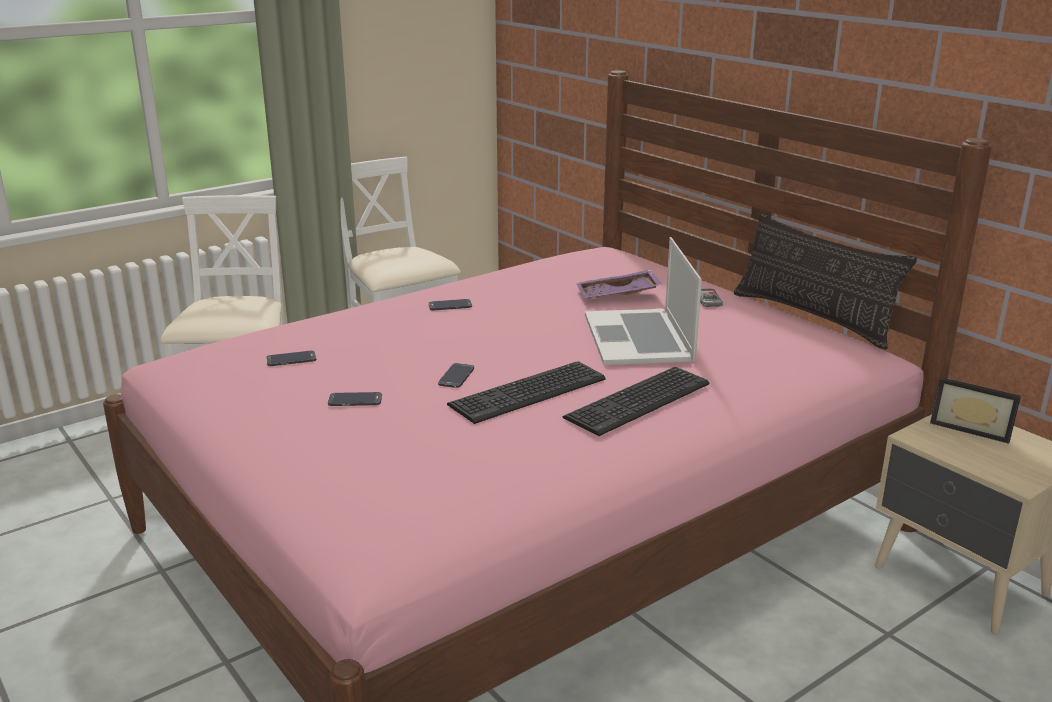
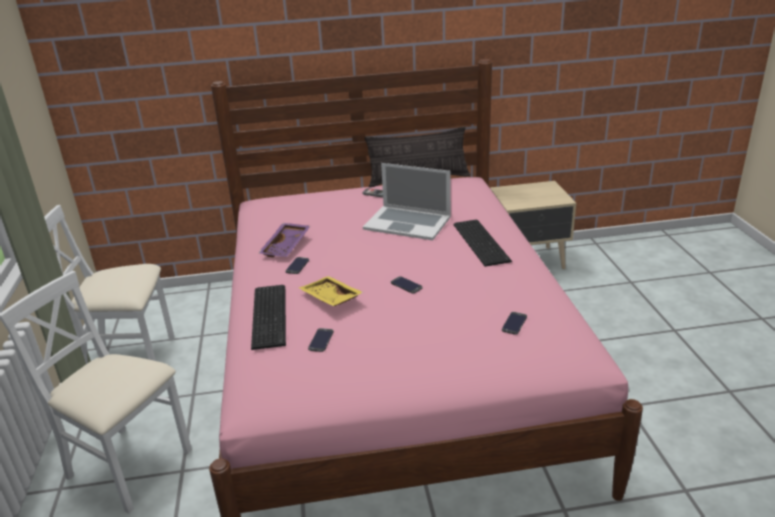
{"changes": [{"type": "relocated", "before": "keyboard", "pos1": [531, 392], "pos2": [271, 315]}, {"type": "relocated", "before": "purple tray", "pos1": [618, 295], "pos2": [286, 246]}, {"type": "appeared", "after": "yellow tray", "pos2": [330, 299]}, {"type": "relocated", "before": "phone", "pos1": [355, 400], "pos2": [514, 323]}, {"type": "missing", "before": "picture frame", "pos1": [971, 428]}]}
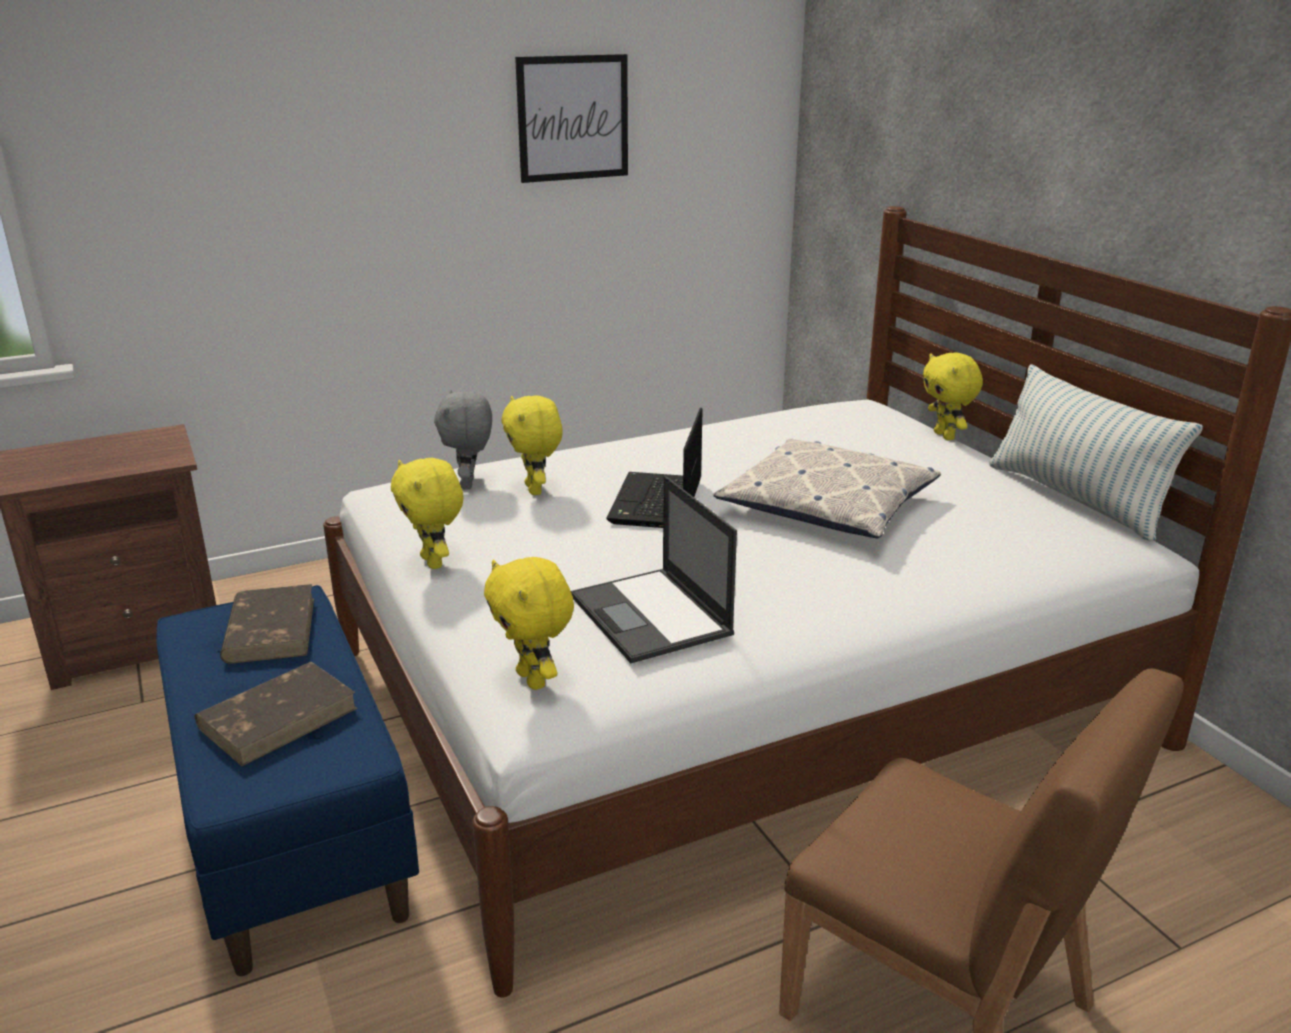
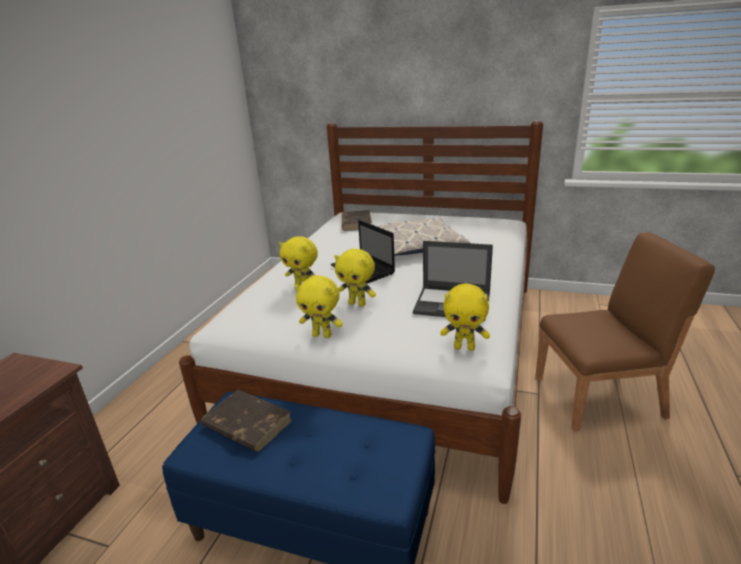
{"changes": [{"type": "relocated", "before": "yellow plush toy", "pos1": [945, 436], "pos2": [357, 304]}, {"type": "relocated", "before": "brown book", "pos1": [279, 717], "pos2": [356, 223]}, {"type": "missing", "before": "grey plush toy", "pos1": [469, 484]}, {"type": "missing", "before": "picture", "pos1": [573, 118]}, {"type": "missing", "before": "pillow", "pos1": [1076, 498]}]}
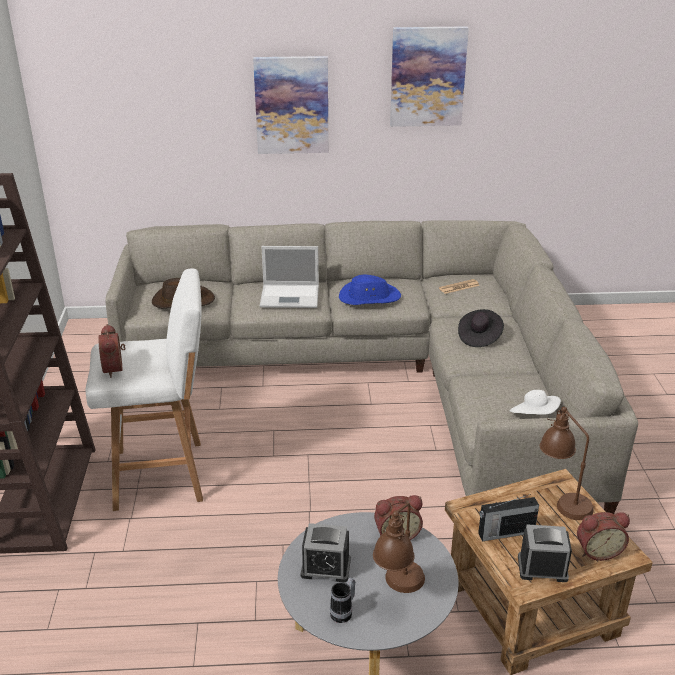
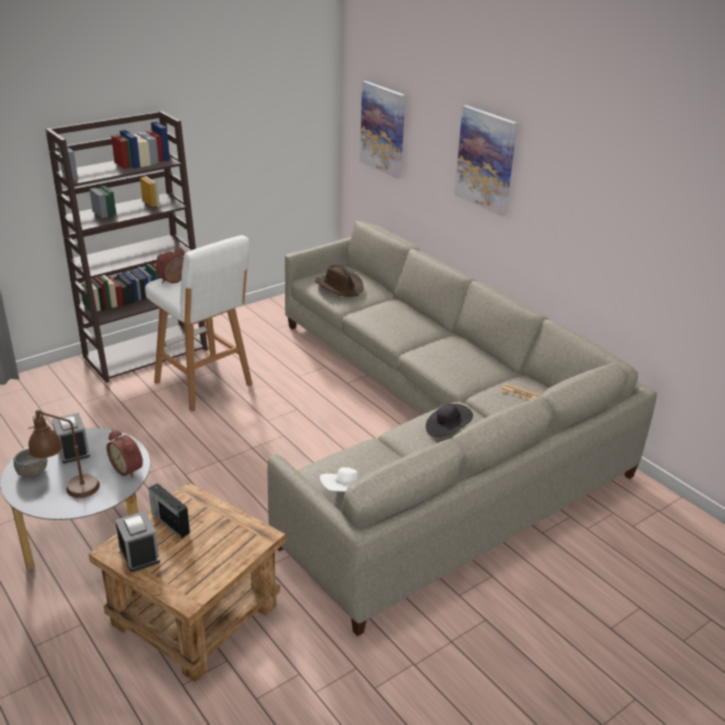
{"changes": [{"type": "exchanged", "before": "mug", "after": "grey bowl", "pos1": [344, 612], "pos2": [32, 472]}, {"type": "relocated", "before": "picture", "pos1": [427, 77], "pos2": [383, 129]}, {"type": "missing", "before": "laptop", "pos1": [291, 296]}, {"type": "missing", "before": "blue hat", "pos1": [369, 297]}, {"type": "missing", "before": "brown table lamp", "pos1": [561, 499]}, {"type": "missing", "before": "alarm clock", "pos1": [597, 550]}]}
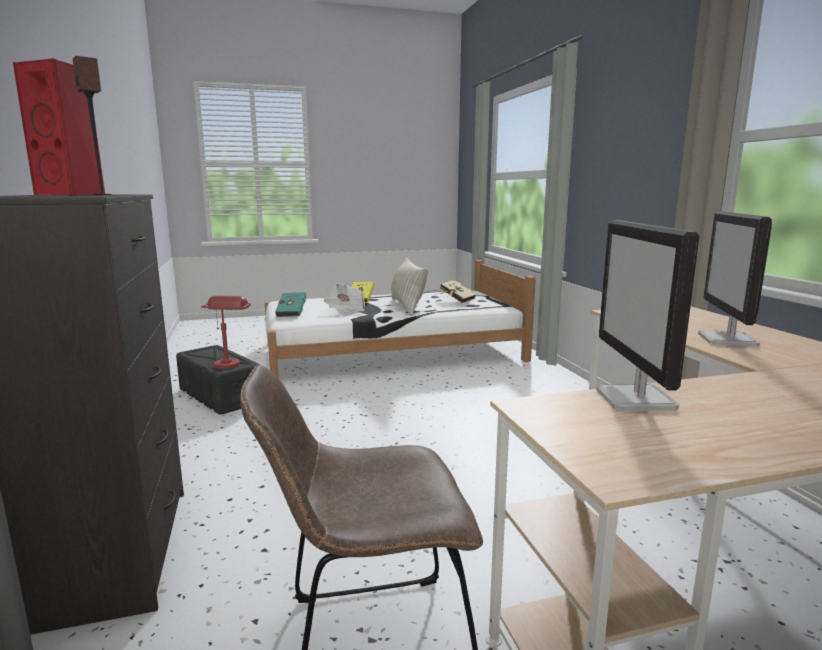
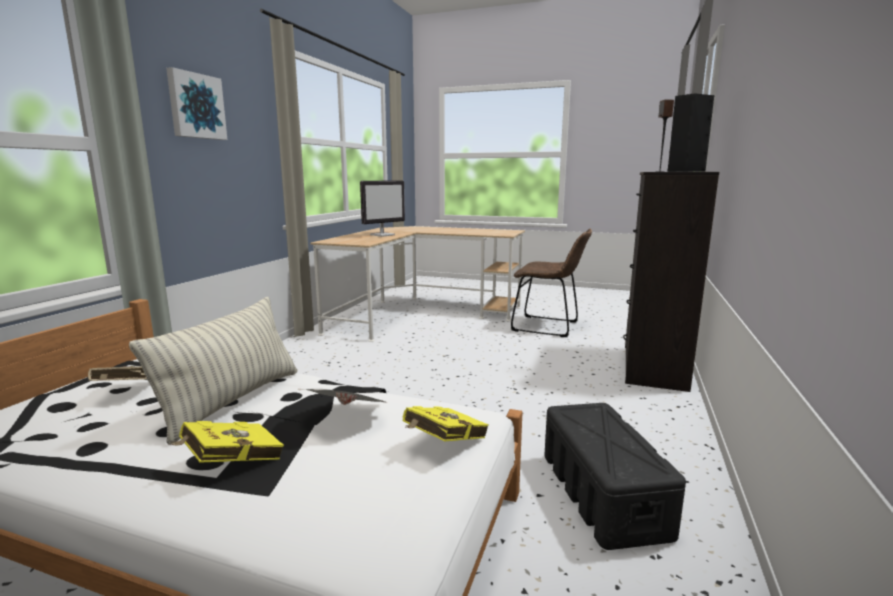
{"changes": [{"type": "appeared", "after": "picture", "pos2": [196, 106]}, {"type": "colour", "before": "turquoise book", "after": "yellow book", "pos1": [292, 313], "pos2": [443, 444]}, {"type": "colour", "before": "red speaker", "after": "black speaker", "pos1": [73, 194], "pos2": [683, 171]}, {"type": "missing", "before": "red table lamp", "pos1": [229, 362]}, {"type": "missing", "before": "monitor", "pos1": [636, 400]}]}
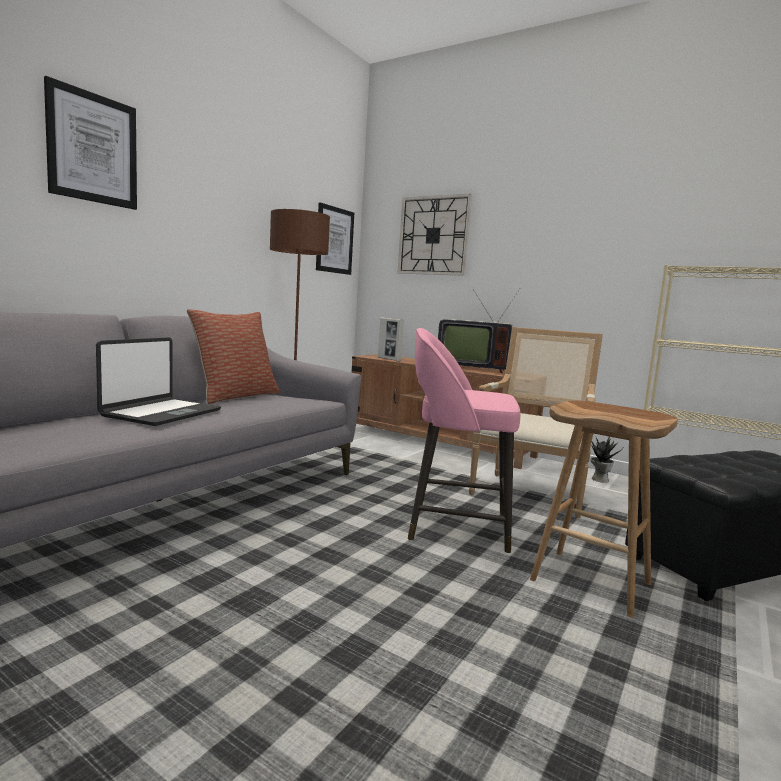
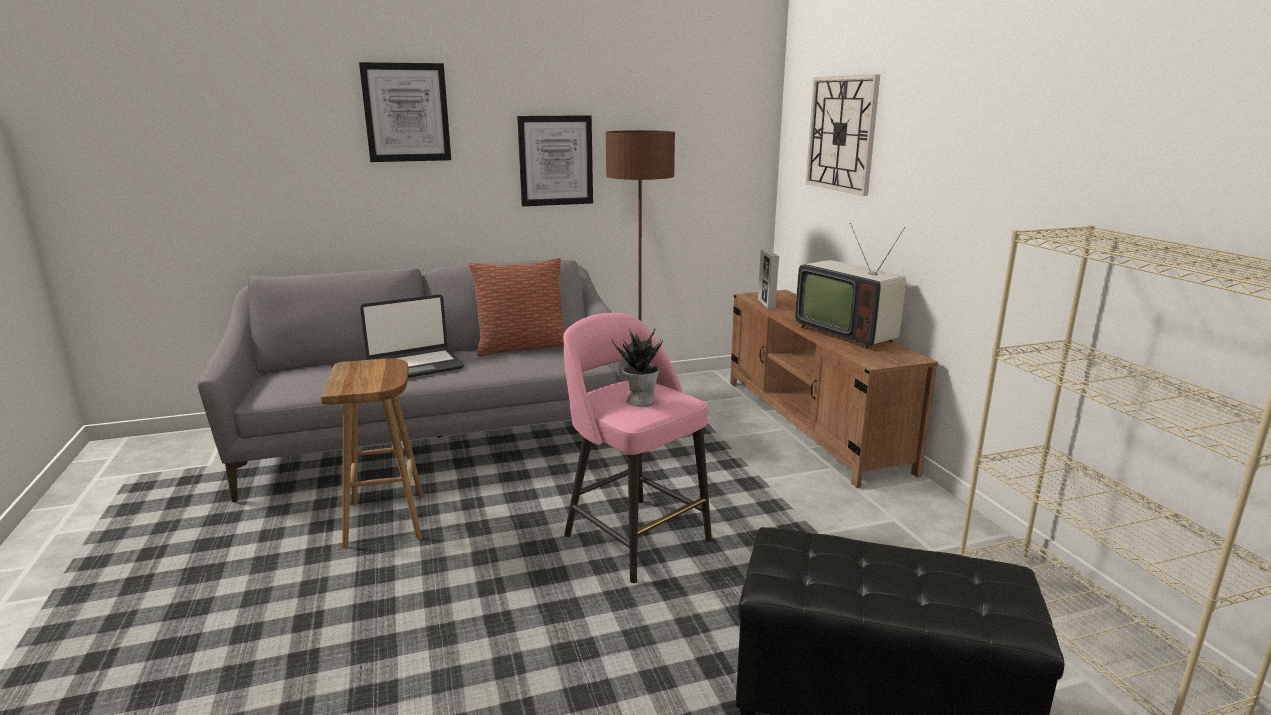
{"changes": [{"type": "relocated", "before": "brown stool", "pos1": [592, 583], "pos2": [386, 522]}, {"type": "relocated", "before": "picture", "pos1": [334, 240], "pos2": [556, 160]}, {"type": "relocated", "before": "potted plant", "pos1": [599, 479], "pos2": [640, 400]}, {"type": "missing", "before": "armchair", "pos1": [530, 492]}]}
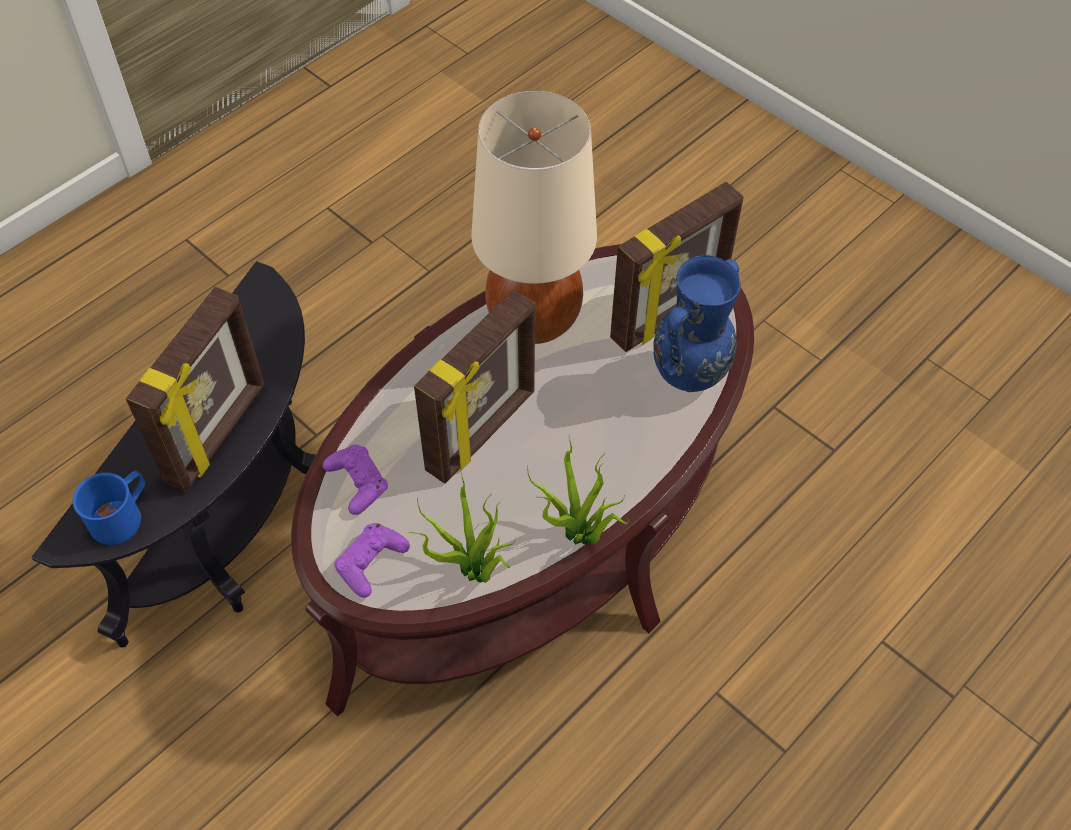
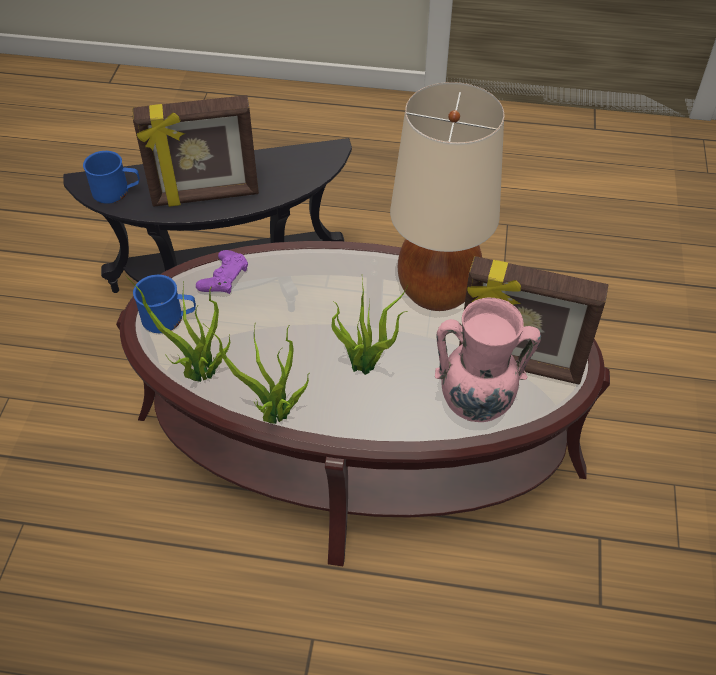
{"changes": [{"type": "exchanged", "before": "purple game controller", "after": "blue mug", "pos1": [371, 562], "pos2": [169, 318]}, {"type": "appeared", "after": "potted plant", "pos2": [367, 366]}, {"type": "colour", "before": "blue vase", "after": "pink vase", "pos1": [691, 374], "pos2": [477, 406]}, {"type": "missing", "before": "picture frame", "pos1": [483, 432]}]}
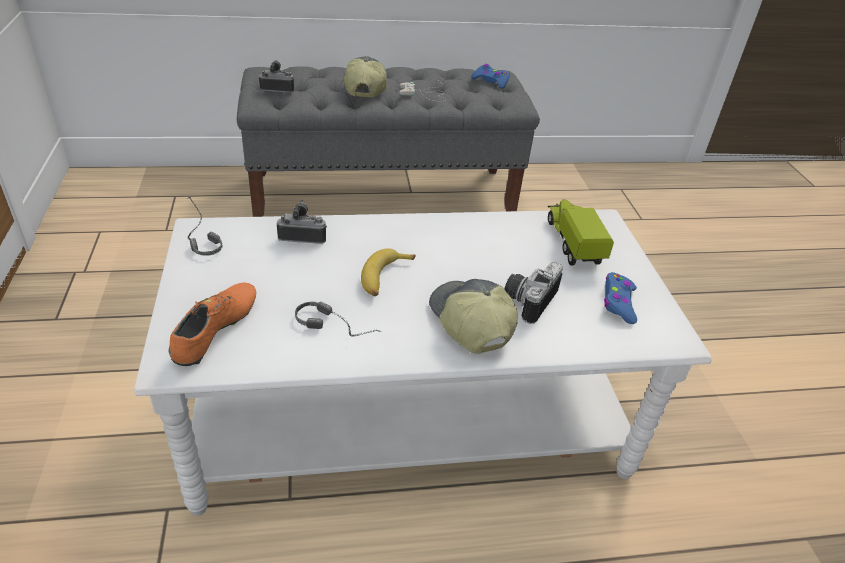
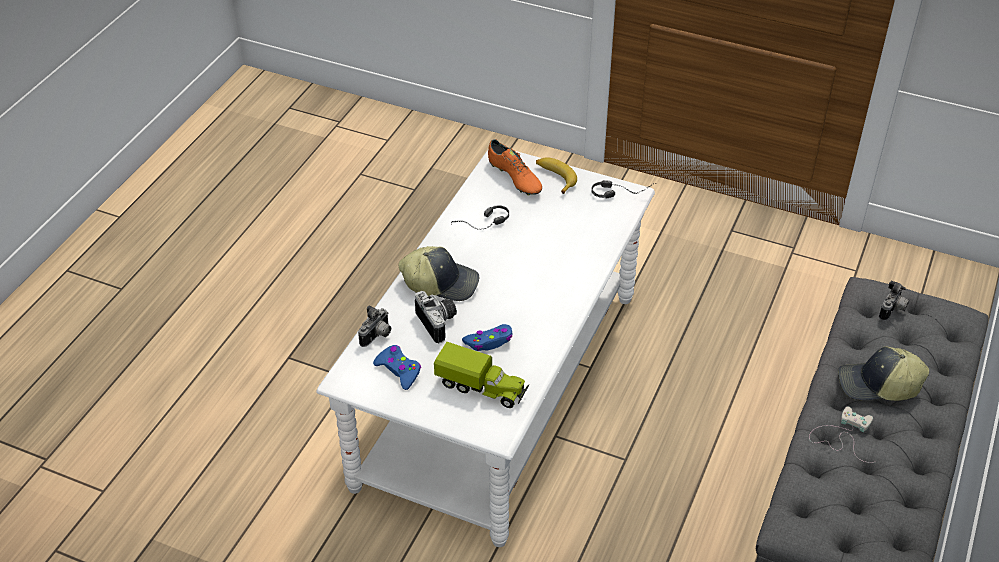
{"changes": [{"type": "relocated", "before": "photo camera", "pos1": [302, 237], "pos2": [377, 336]}, {"type": "relocated", "before": "blue game controller", "pos1": [491, 81], "pos2": [489, 342]}, {"type": "relocated", "before": "banana", "pos1": [384, 278], "pos2": [555, 178]}, {"type": "spun", "before": "cap", "pos1": [364, 88], "pos2": [878, 386], "turn": 150}]}
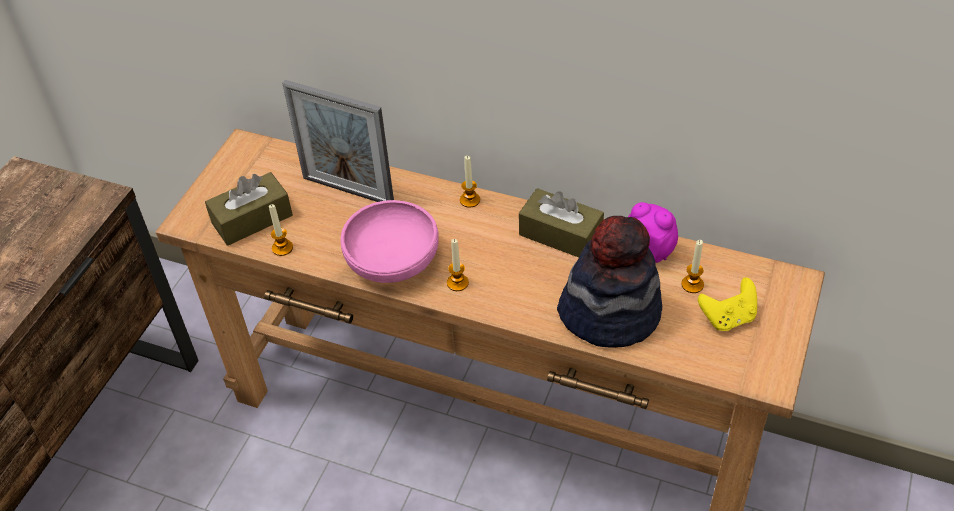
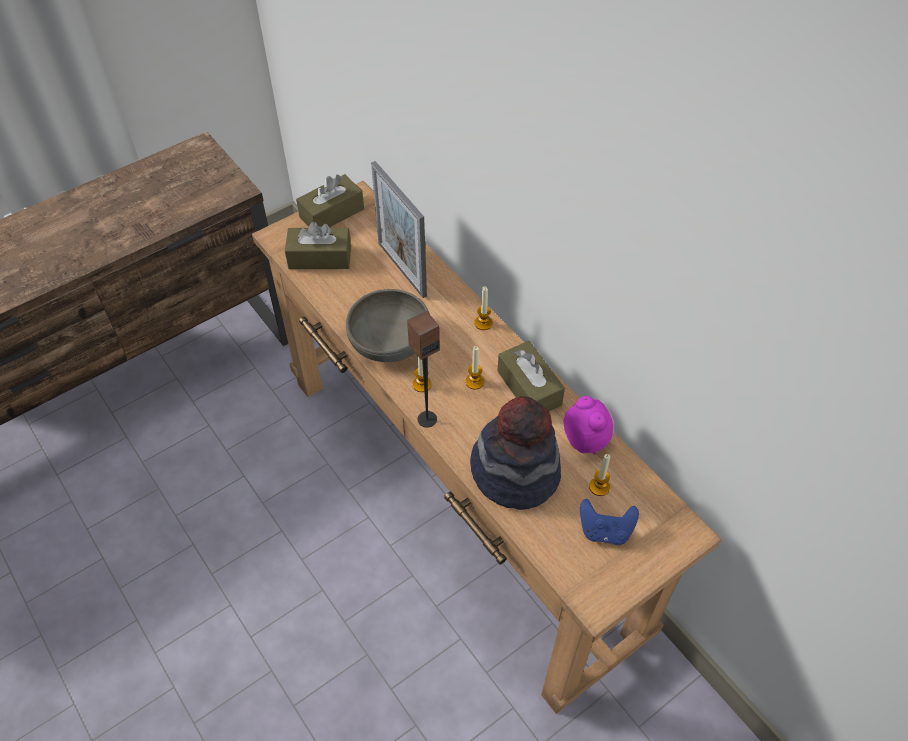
{"changes": [{"type": "appeared", "after": "brown tissue box", "pos2": [332, 213]}, {"type": "colour", "before": "pink bowl", "after": "grey bowl", "pos1": [392, 261], "pos2": [389, 342]}, {"type": "appeared", "after": "speaker", "pos2": [427, 419]}, {"type": "relocated", "before": "candle", "pos1": [282, 248], "pos2": [474, 381]}, {"type": "colour", "before": "yellow game controller", "after": "blue game controller", "pos1": [728, 318], "pos2": [605, 531]}]}
